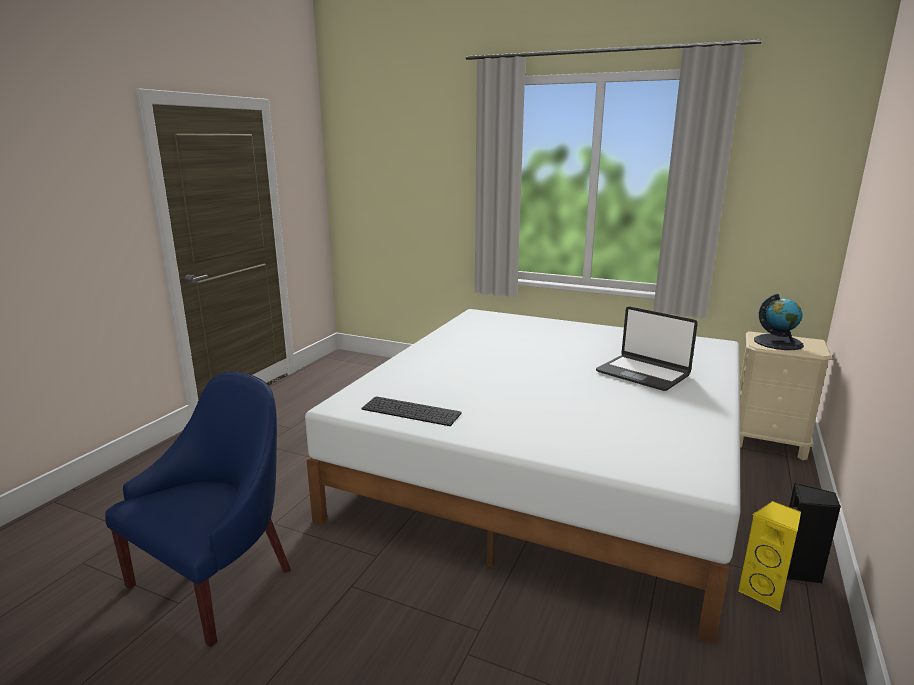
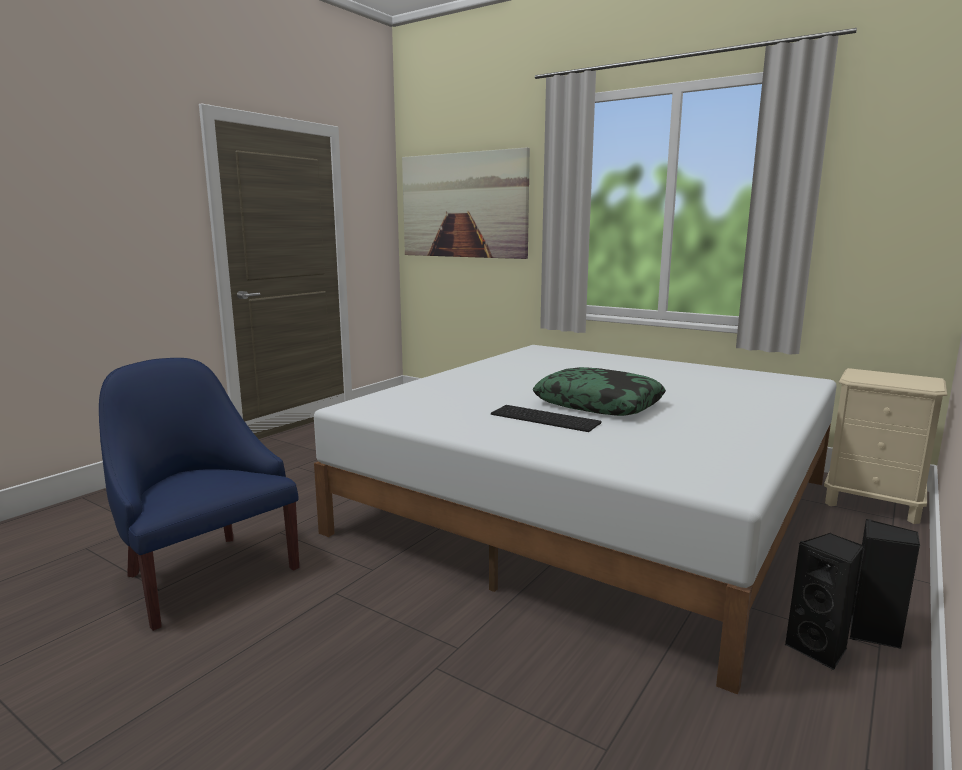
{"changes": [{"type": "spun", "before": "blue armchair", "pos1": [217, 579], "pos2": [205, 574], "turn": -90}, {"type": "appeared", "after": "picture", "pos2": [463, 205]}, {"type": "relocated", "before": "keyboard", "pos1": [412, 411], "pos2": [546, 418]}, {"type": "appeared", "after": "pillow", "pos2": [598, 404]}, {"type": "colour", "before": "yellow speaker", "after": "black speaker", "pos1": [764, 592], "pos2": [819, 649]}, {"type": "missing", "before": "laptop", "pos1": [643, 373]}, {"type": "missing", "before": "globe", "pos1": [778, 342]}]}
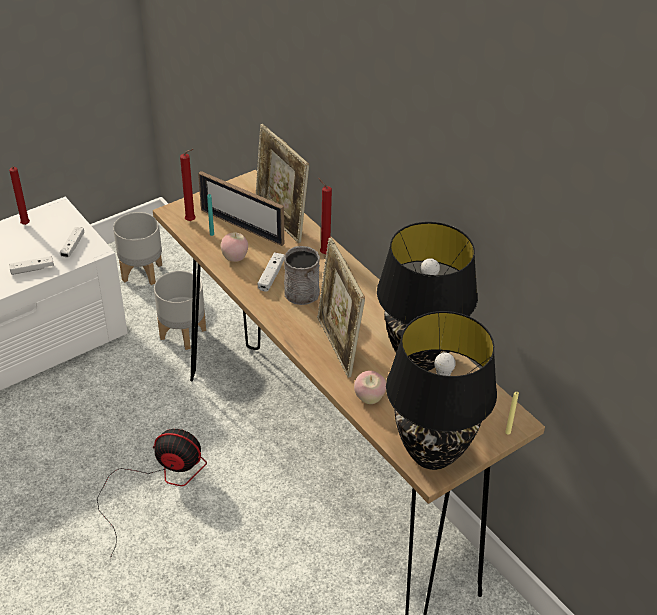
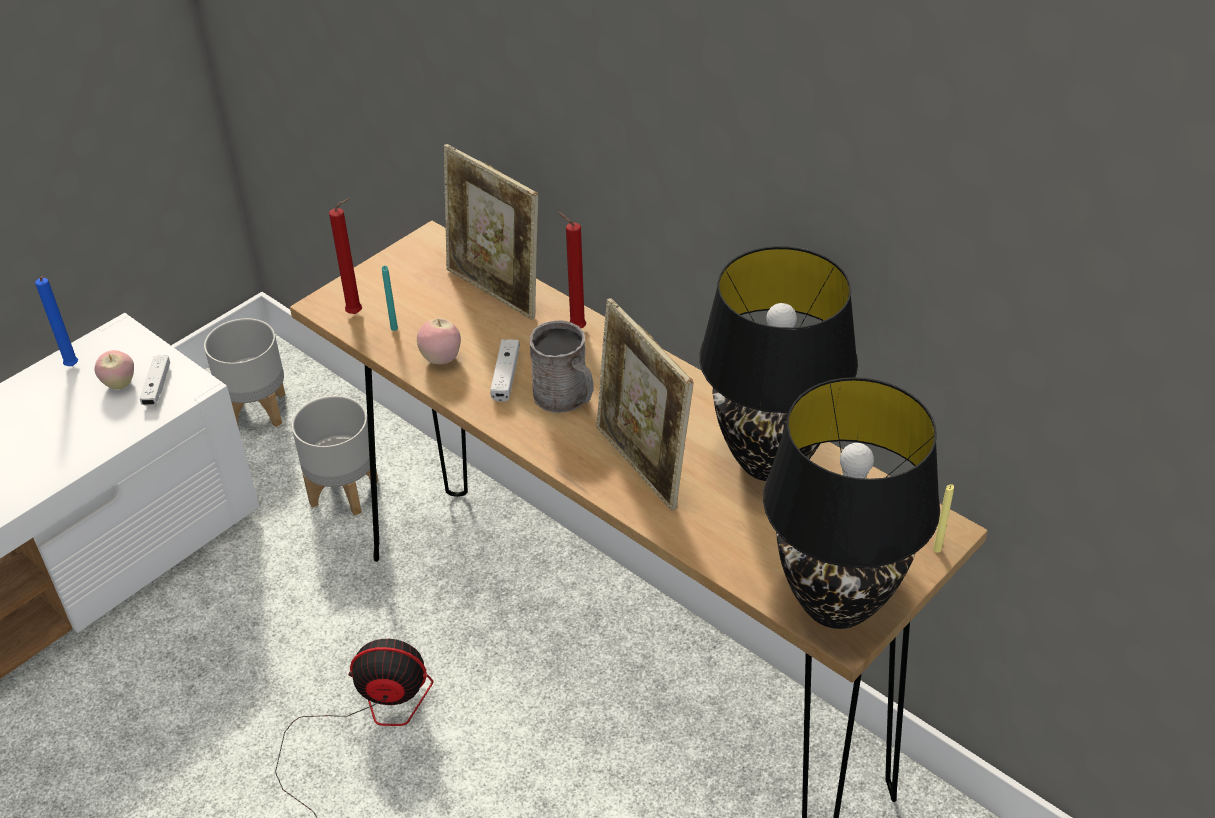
{"changes": [{"type": "colour", "before": "red candle", "after": "blue candle", "pos1": [25, 225], "pos2": [72, 367]}, {"type": "relocated", "before": "apple", "pos1": [369, 398], "pos2": [119, 384]}, {"type": "missing", "before": "white game controller", "pos1": [32, 269]}, {"type": "missing", "before": "picture frame", "pos1": [242, 226]}]}
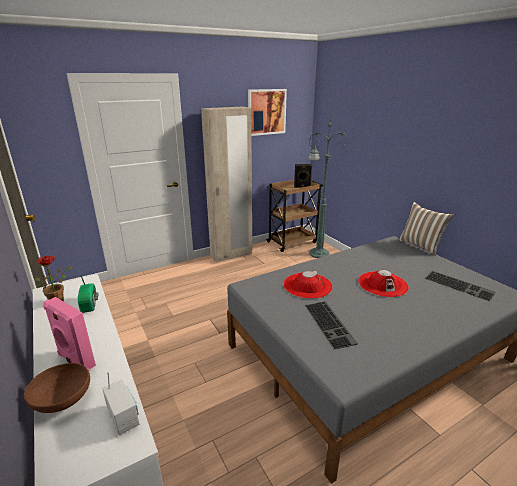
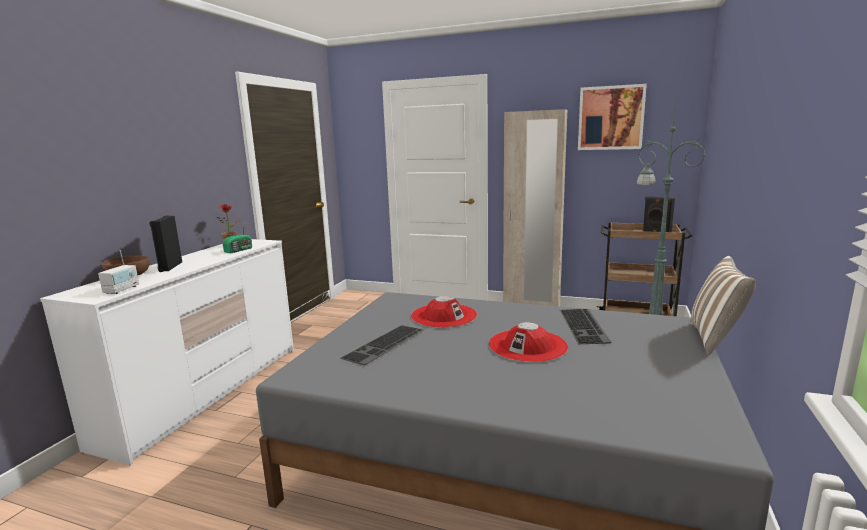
{"changes": [{"type": "colour", "before": "pink speaker", "after": "black speaker", "pos1": [75, 361], "pos2": [169, 267]}, {"type": "relocated", "before": "keyboard", "pos1": [459, 285], "pos2": [585, 326]}]}
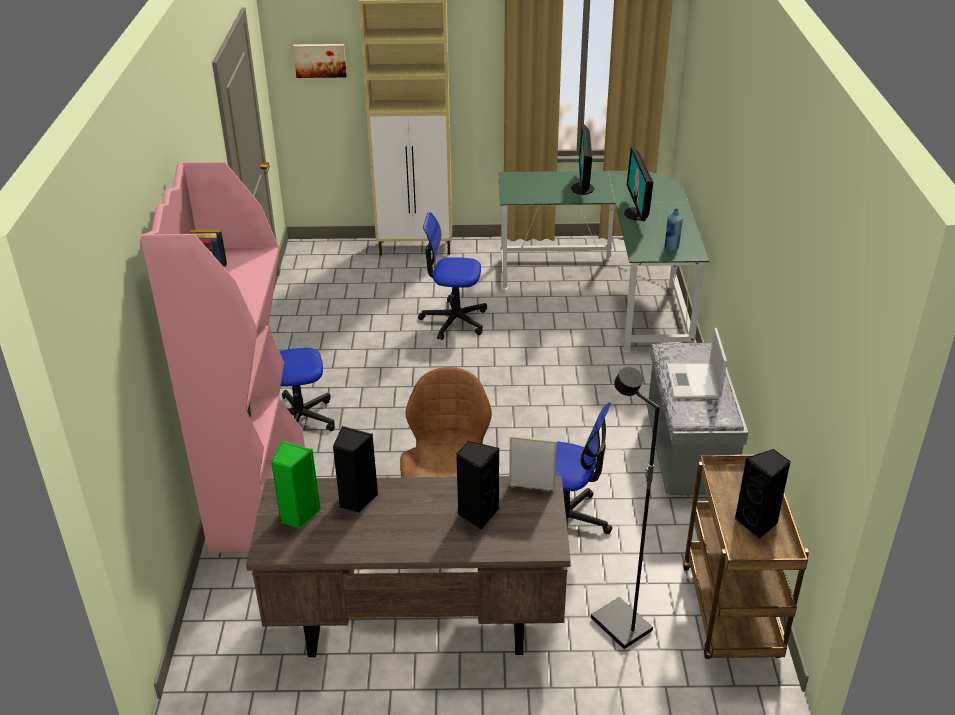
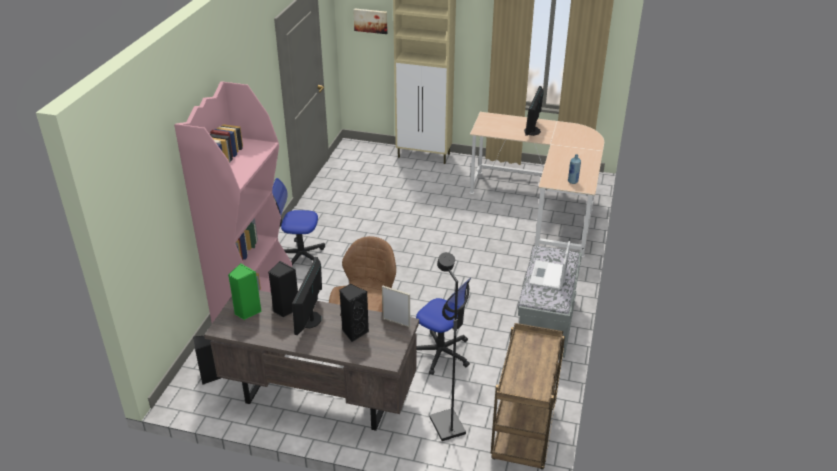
{"changes": [{"type": "relocated", "before": "black speaker", "pos1": [758, 523], "pos2": [210, 376]}, {"type": "relocated", "before": "monitor", "pos1": [637, 214], "pos2": [310, 320]}, {"type": "colour", "before": "green desk", "after": "beige desk", "pos1": [608, 291], "pos2": [542, 205]}, {"type": "missing", "before": "office chair", "pos1": [454, 320]}]}
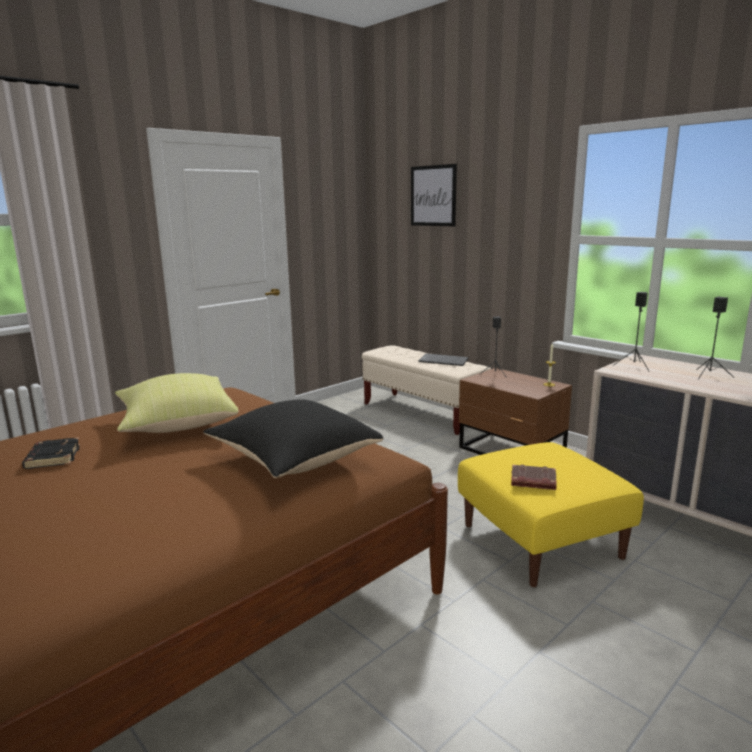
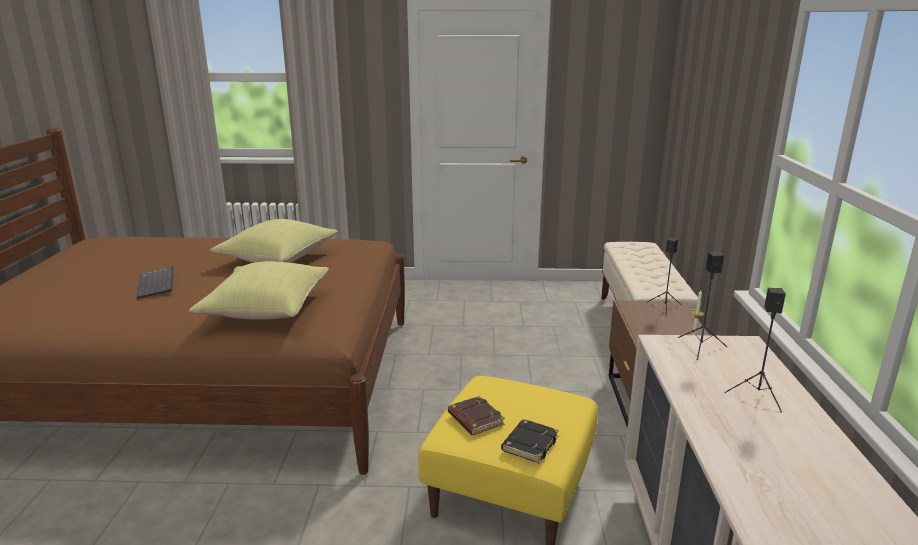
{"changes": [{"type": "relocated", "before": "keyboard", "pos1": [444, 361], "pos2": [157, 284]}, {"type": "colour", "before": "black pillow", "after": "yellow pillow", "pos1": [292, 461], "pos2": [266, 310]}, {"type": "relocated", "before": "black book", "pos1": [52, 457], "pos2": [529, 444]}, {"type": "missing", "before": "picture", "pos1": [433, 196]}]}
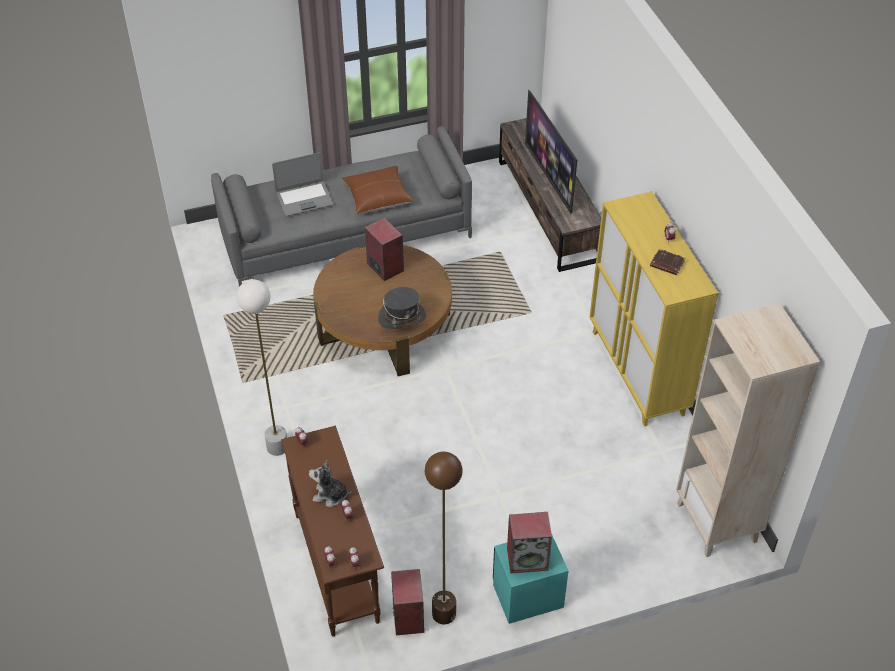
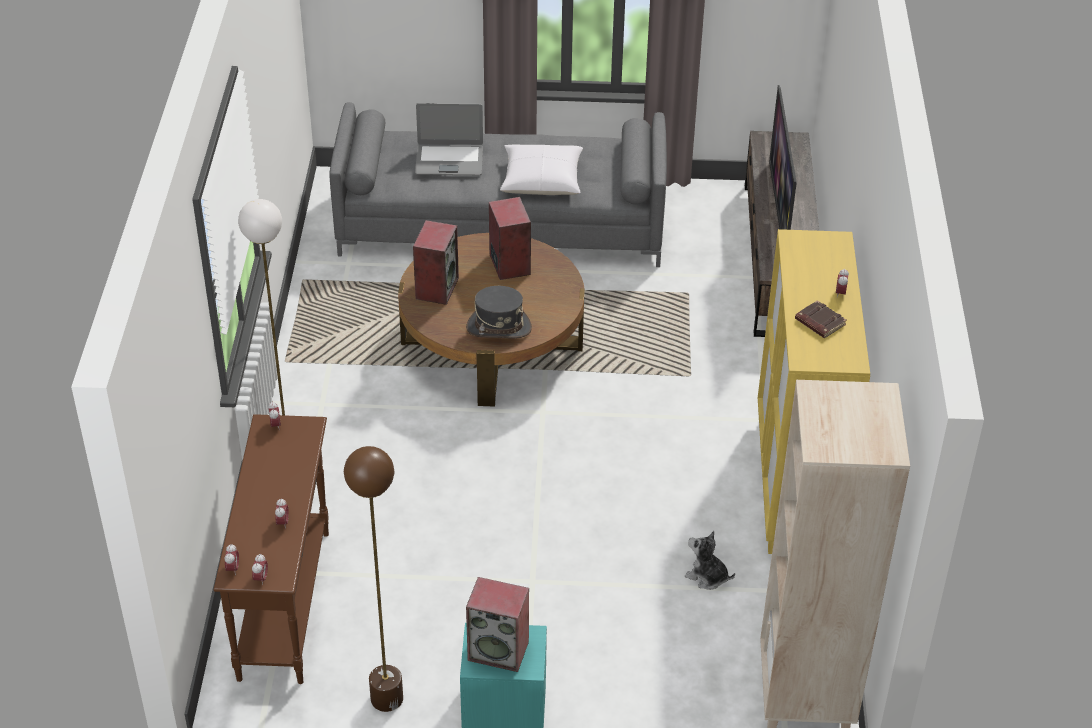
{"changes": [{"type": "relocated", "before": "speaker", "pos1": [407, 617], "pos2": [436, 288]}, {"type": "colour", "before": "brown pillow", "after": "white pillow", "pos1": [377, 197], "pos2": [541, 180]}, {"type": "relocated", "before": "plush toy", "pos1": [330, 495], "pos2": [707, 577]}]}
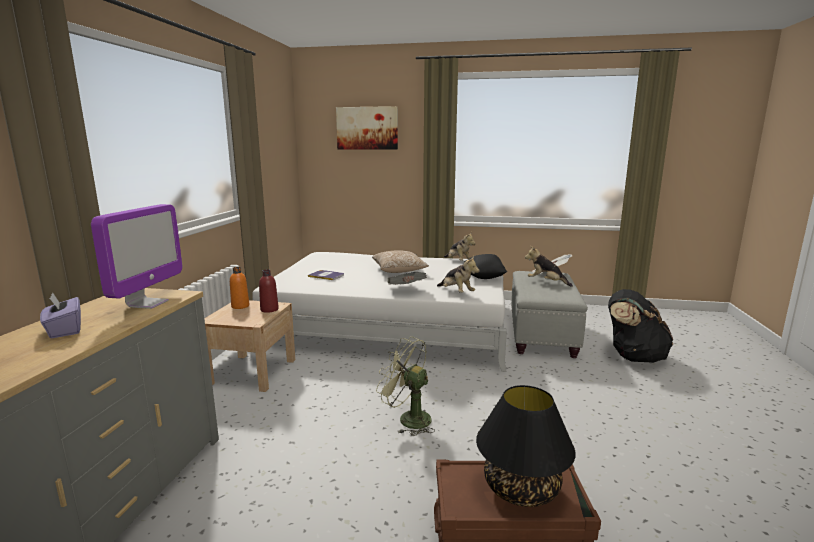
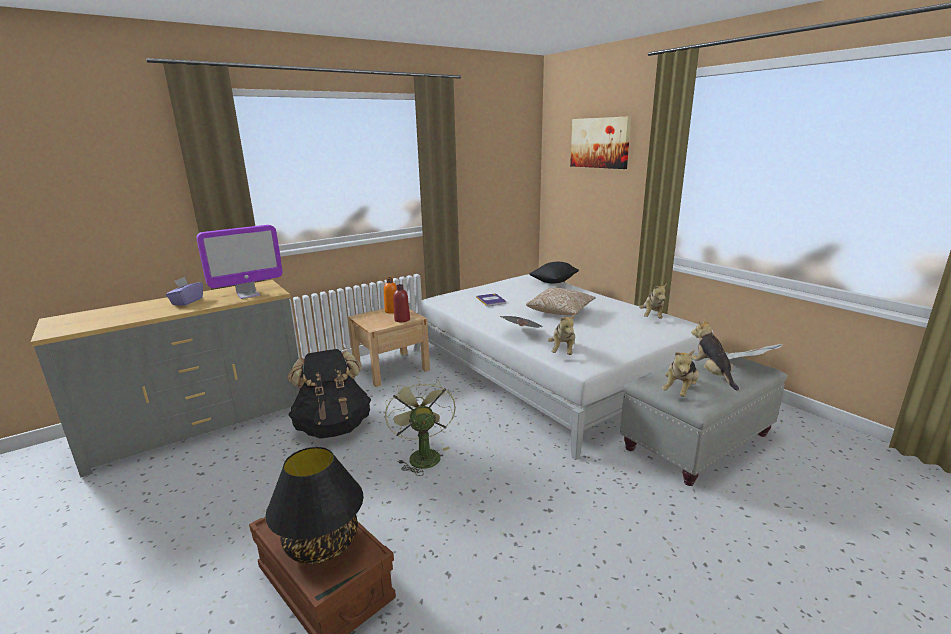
{"changes": [{"type": "relocated", "before": "black backpack", "pos1": [633, 357], "pos2": [333, 427]}, {"type": "relocated", "before": "black pillow", "pos1": [484, 277], "pos2": [554, 282]}, {"type": "appeared", "after": "plush toy", "pos2": [680, 390]}]}
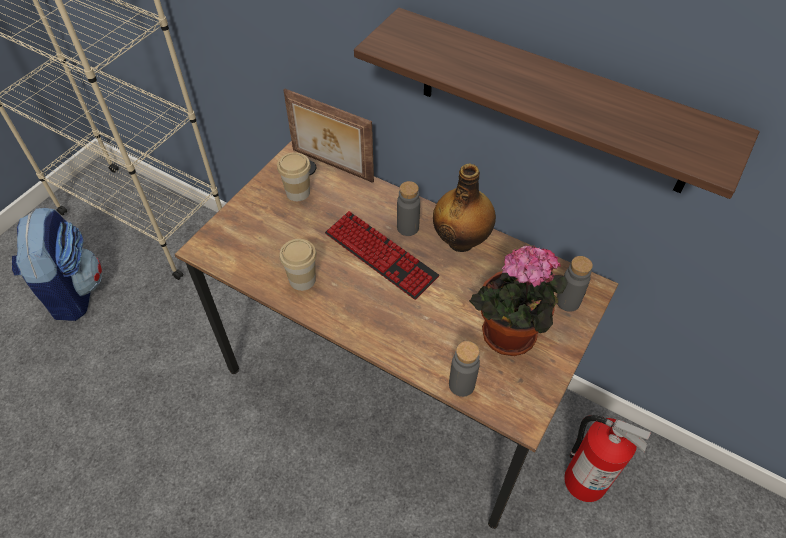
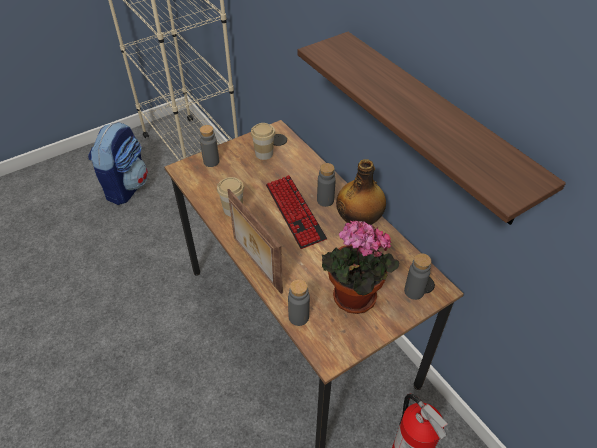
{"changes": [{"type": "appeared", "after": "grey bottle", "pos2": [211, 161]}, {"type": "relocated", "before": "picture frame", "pos1": [331, 166], "pos2": [255, 264]}]}
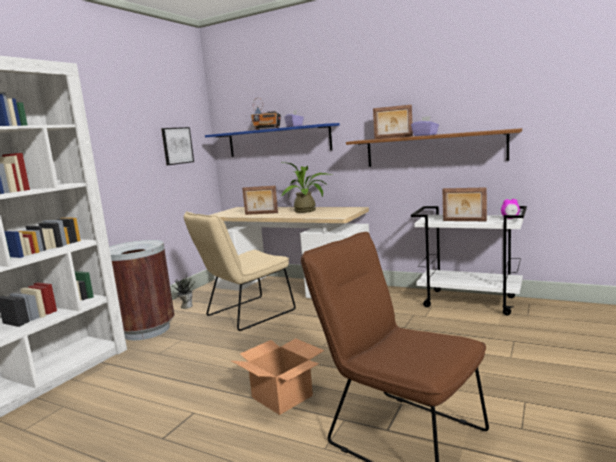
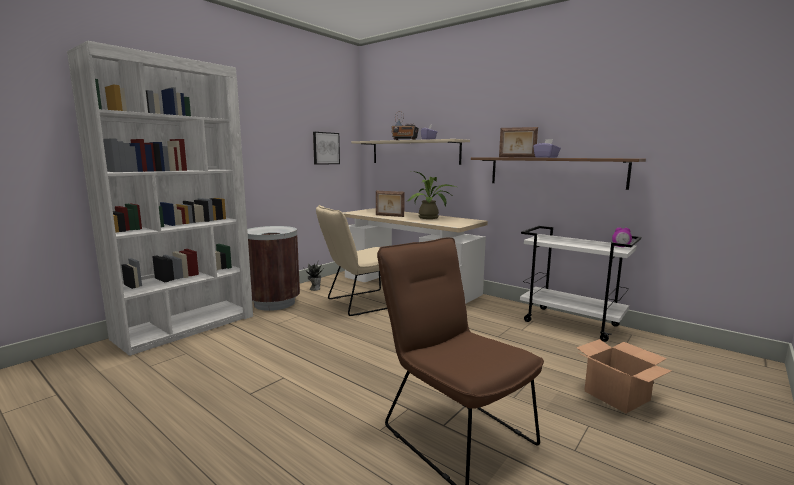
{"changes": [{"type": "colour", "before": "blue shelf", "after": "beige shelf", "pos1": [278, 141], "pos2": [414, 152]}, {"type": "relocated", "before": "cardboard box", "pos1": [281, 396], "pos2": [615, 395]}, {"type": "missing", "before": "picture frame", "pos1": [464, 221]}]}
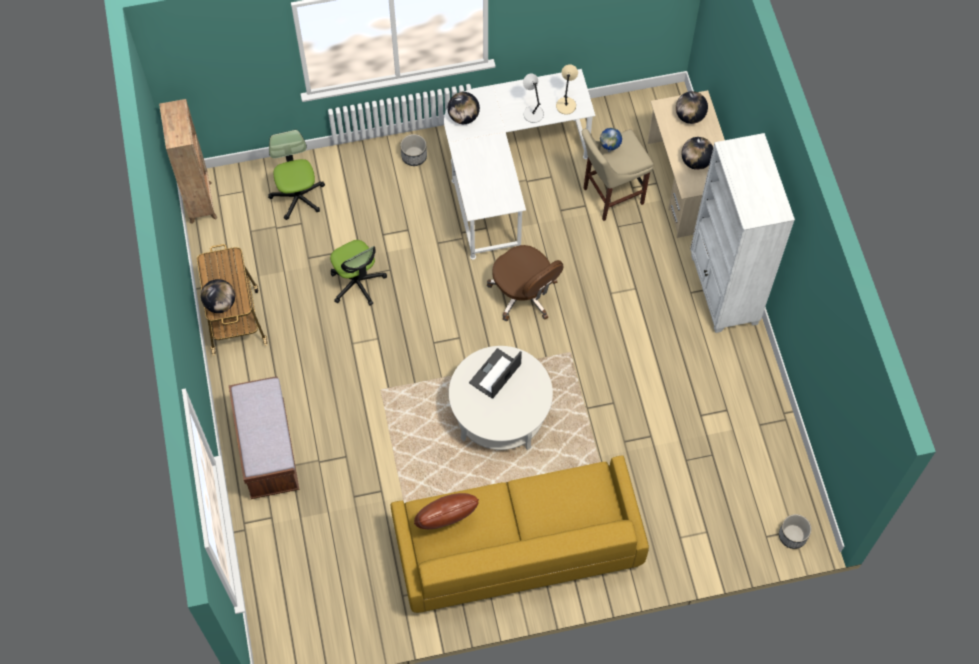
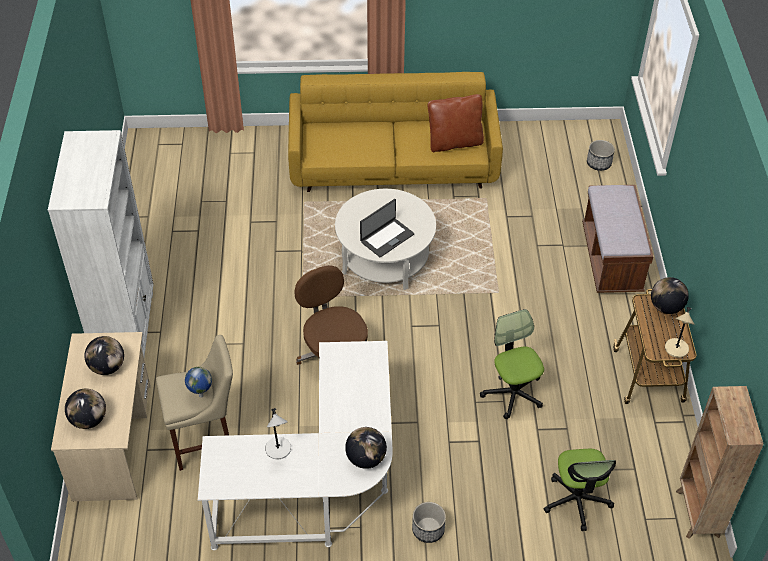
{"changes": [{"type": "relocated", "before": "planter", "pos1": [792, 535], "pos2": [599, 163]}, {"type": "relocated", "before": "beige table lamp", "pos1": [566, 105], "pos2": [676, 349]}]}
